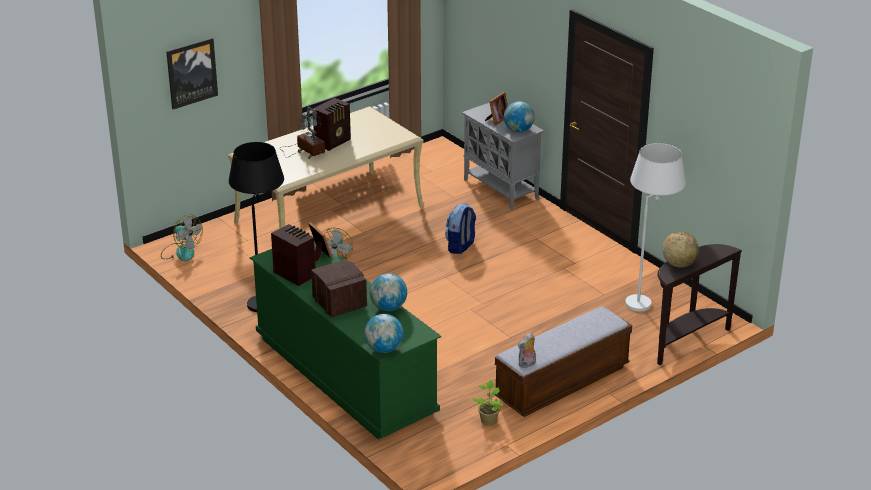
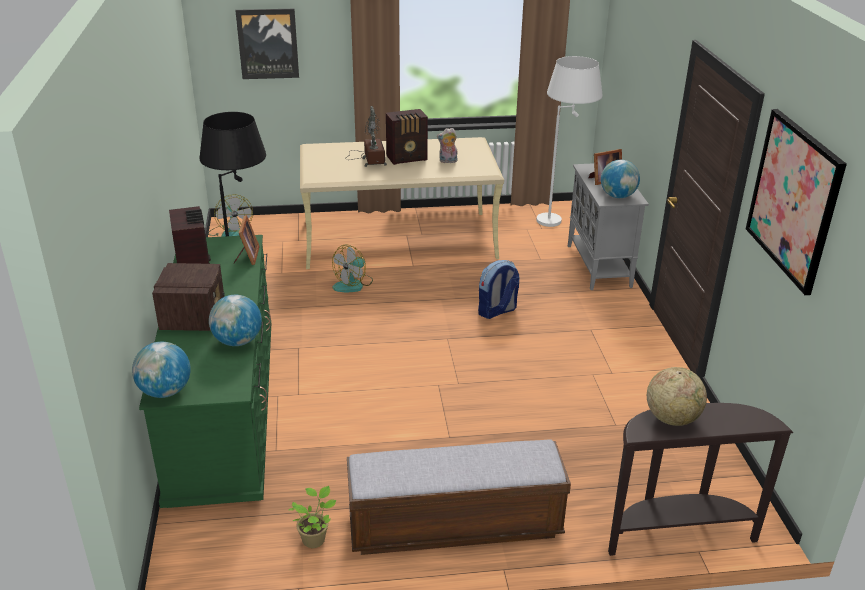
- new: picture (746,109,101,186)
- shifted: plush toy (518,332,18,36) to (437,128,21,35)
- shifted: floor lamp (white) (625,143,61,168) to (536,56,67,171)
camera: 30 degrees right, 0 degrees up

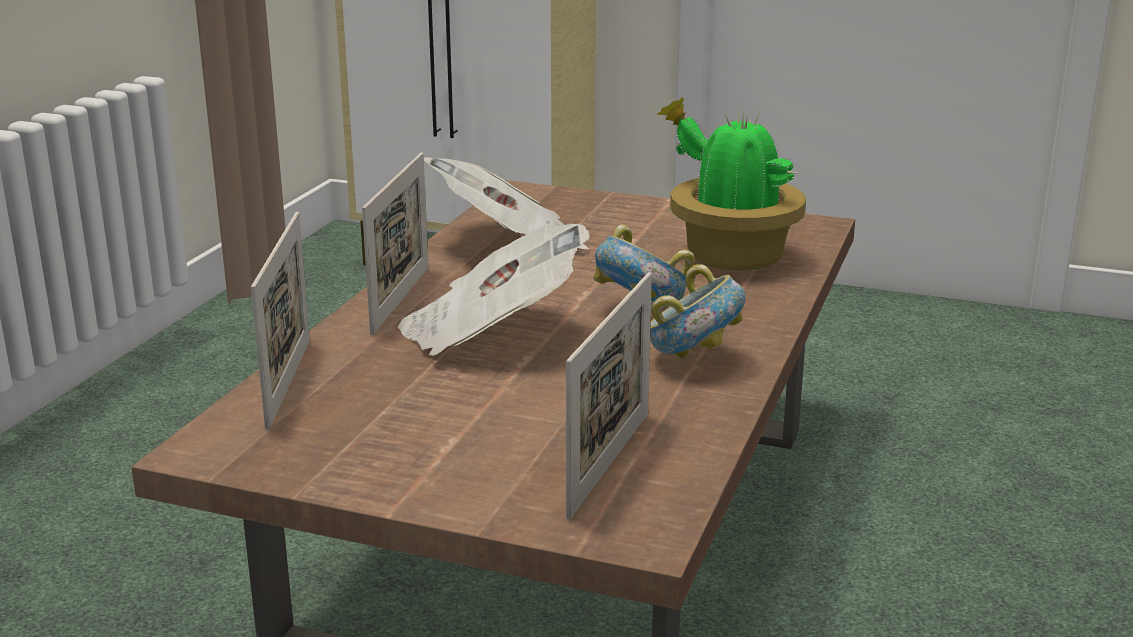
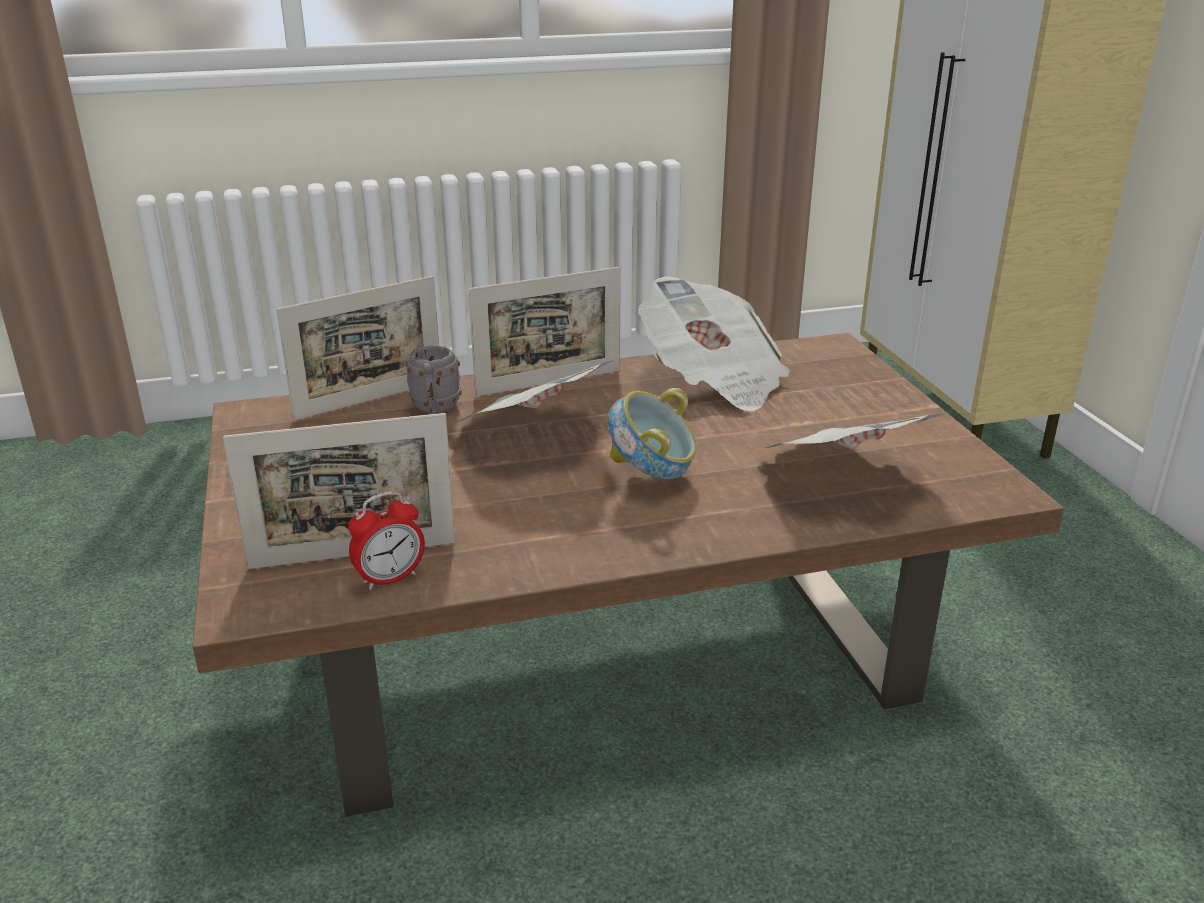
- gone: bowl (650,264,96,95)
- new: alarm clock (348,491,77,99)
- new: mug (grey) (406,345,56,69)
- swapped: potted plant (657,97,149,173) to newspaper (764,413,183,36)
camera: 55 degrees right, 5 degrees up

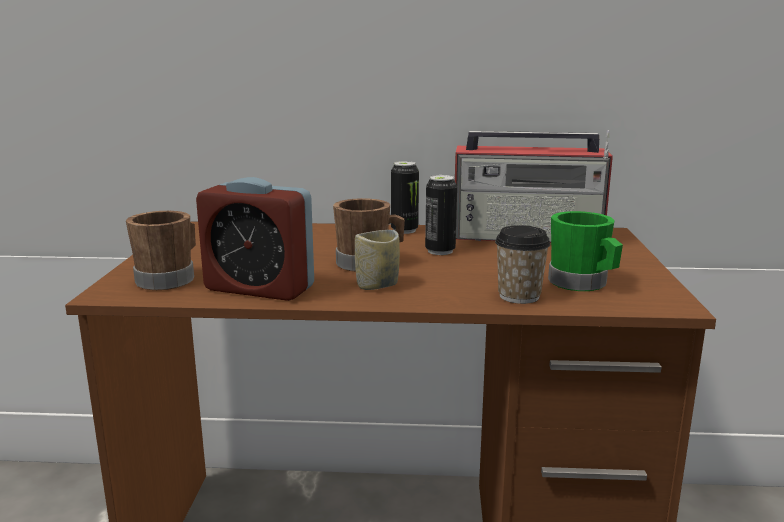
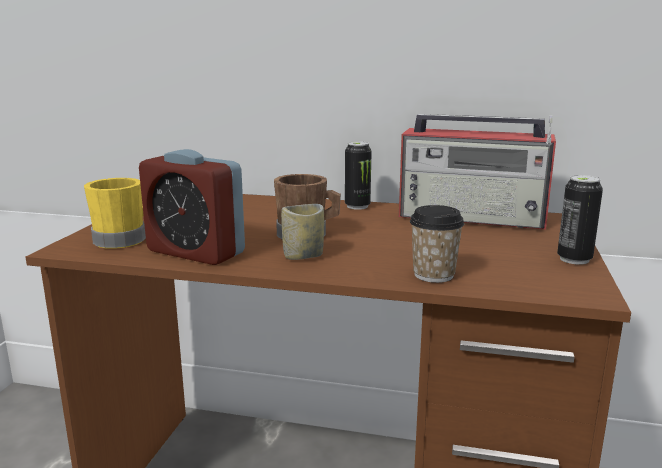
- gone: mug (green) (548,211,75,80)
- shifted: can (425,175,32,80) to (557,175,46,90)
- repainted: mug (brown) (126,211,70,79) to mug (yellow) (84,178,62,71)
camera: 10 degrees right, 0 degrees up

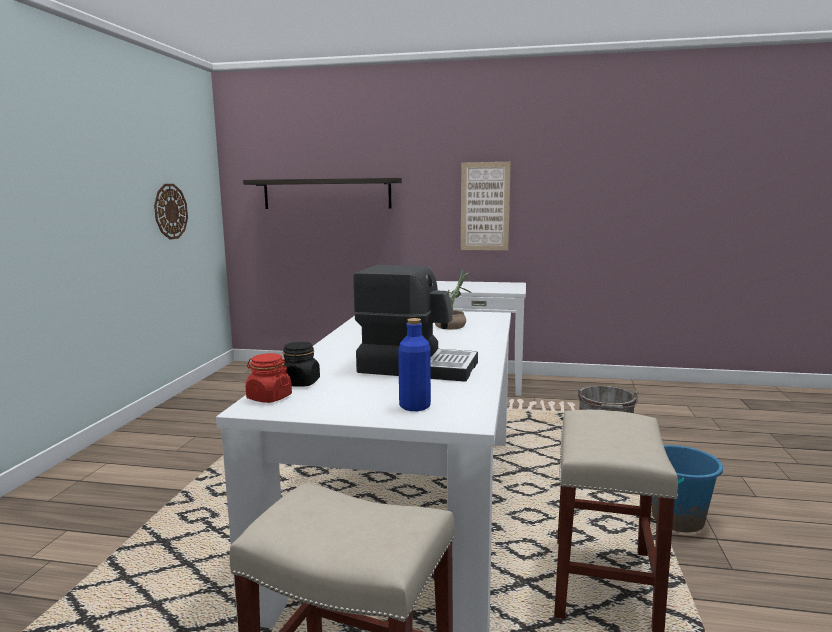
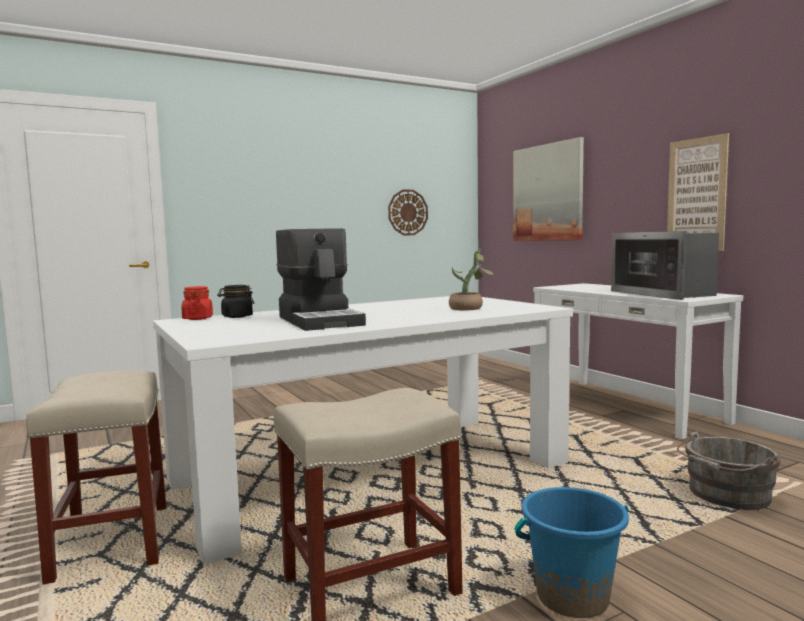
- gone: bottle (blue) (398,318,33,93)
- new: microwave (611,231,108,69)
- swapped: shelf (243,178,159,31) to picture (513,137,71,104)
camera: 50 degrees right, 5 degrees down

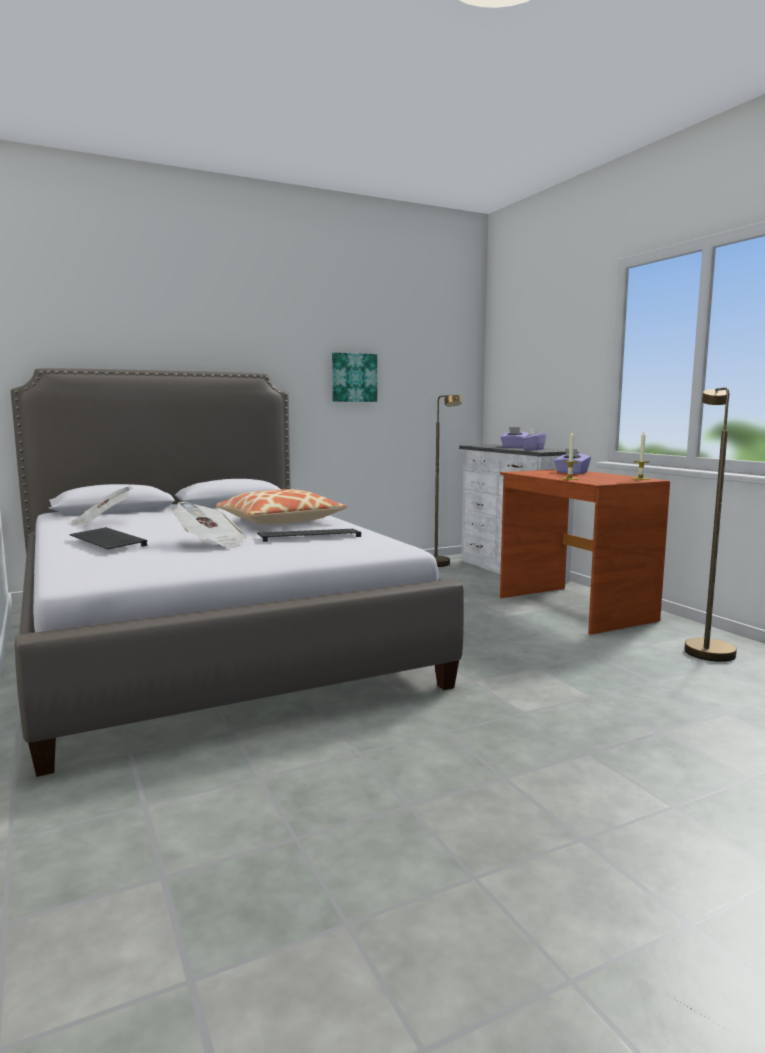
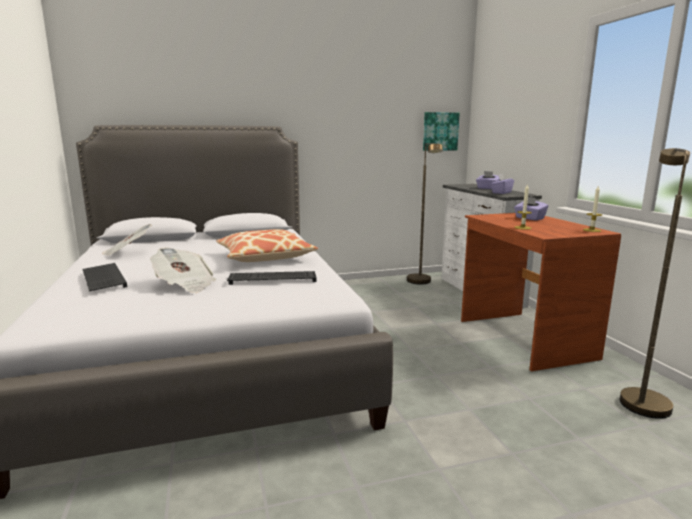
- shifted: picture (332,352,45,50) to (423,112,37,39)
camera: 10 degrees right, 5 degrees up

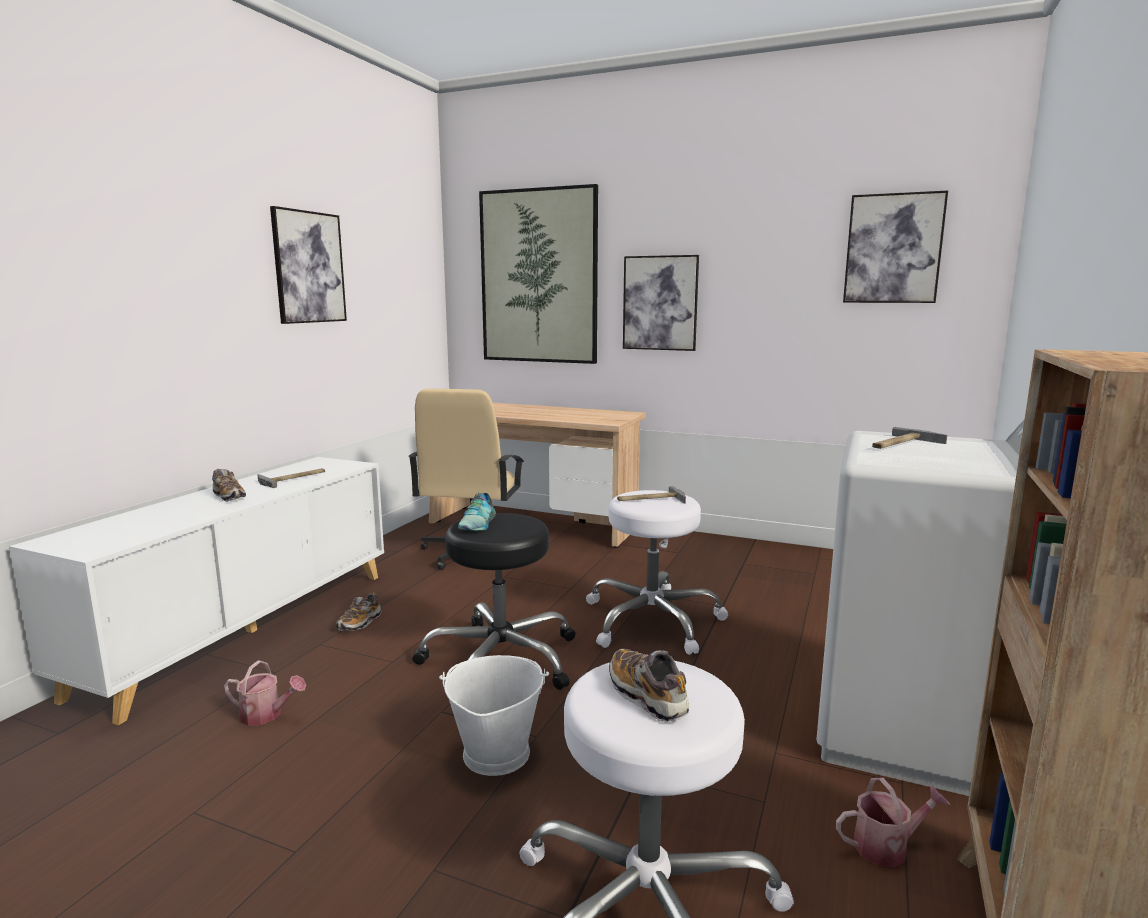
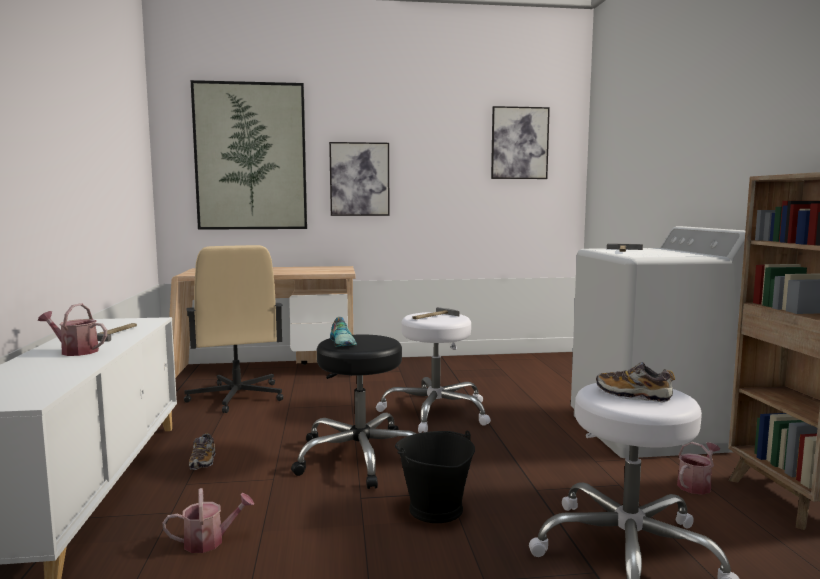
- gone: picture (270,206,77,118)
- swapped: shoe (212,469,34,33) to watering can (38,303,69,53)
- repainted: bucket (white) (439,655,110,121) to bucket (black) (395,431,80,92)
camera: 30 degrees left, 5 degrees down

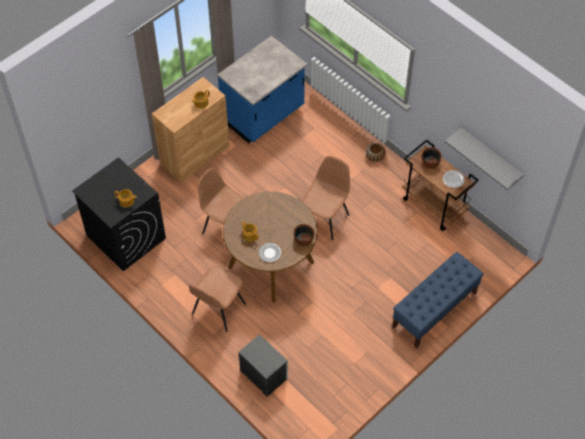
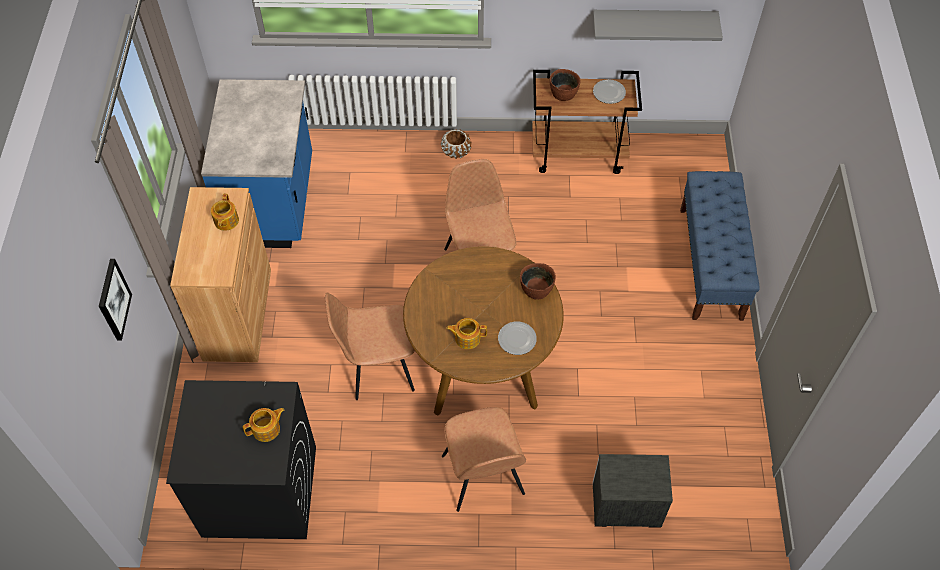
- new: picture (99,259,33,82)
camera: 45 degrees left, 0 degrees up

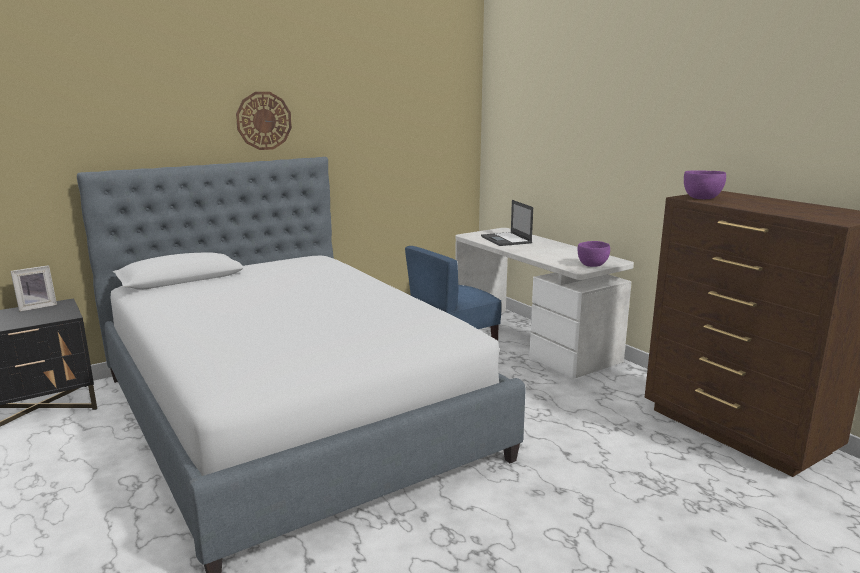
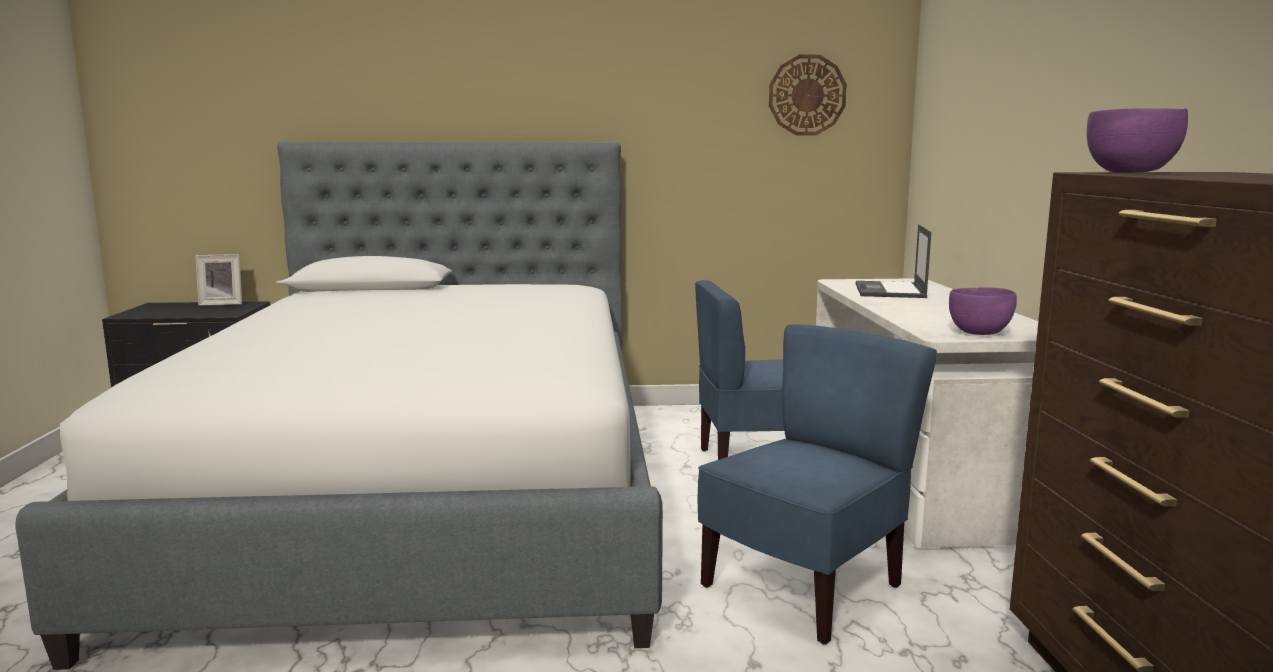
- new: chair (blue) (697,324,240,321)
- shifted: wall clock (236,92,56,58) to (769,55,78,80)
camera: 30 degrees right, 5 degrees down

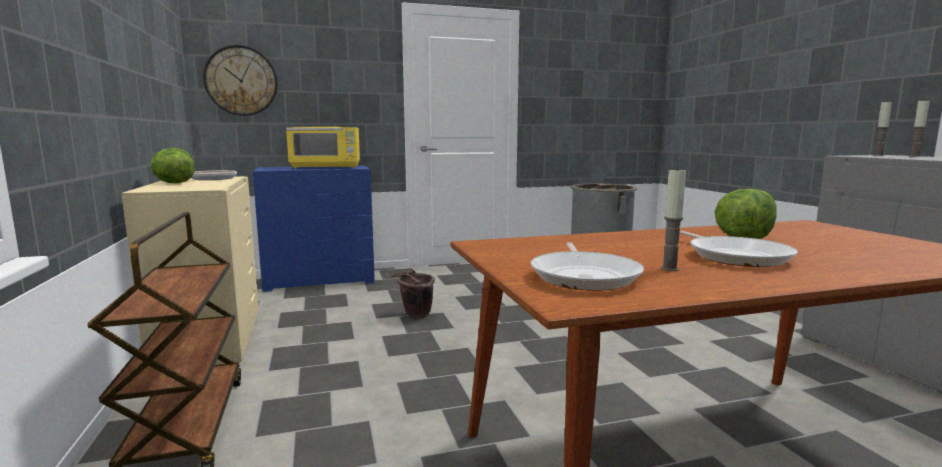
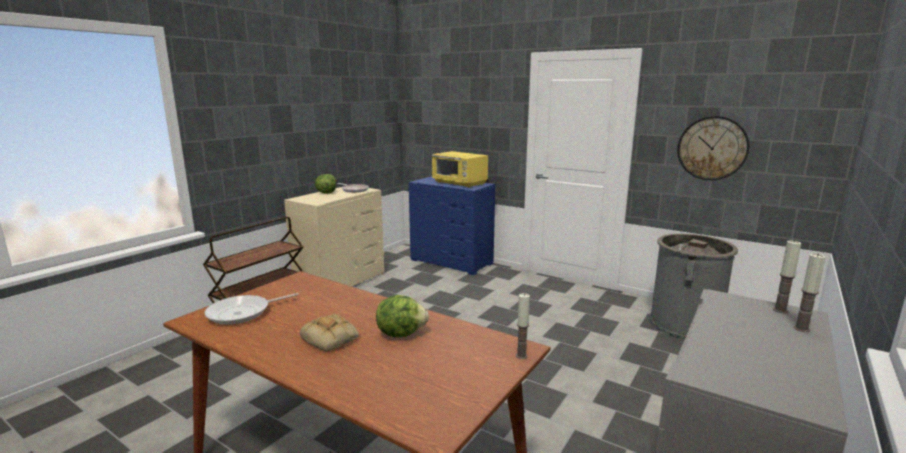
- gone: bucket (brown) (390,269,45,50)
- shifted: wall clock (203,45,75,71) to (677,116,72,64)
- shifted: candle (661,167,25,104) to (516,293,14,66)
- swapped: frying pan (680,230,118,37) to bread (300,314,59,37)
camera: 50 degrees right, 5 degrees up

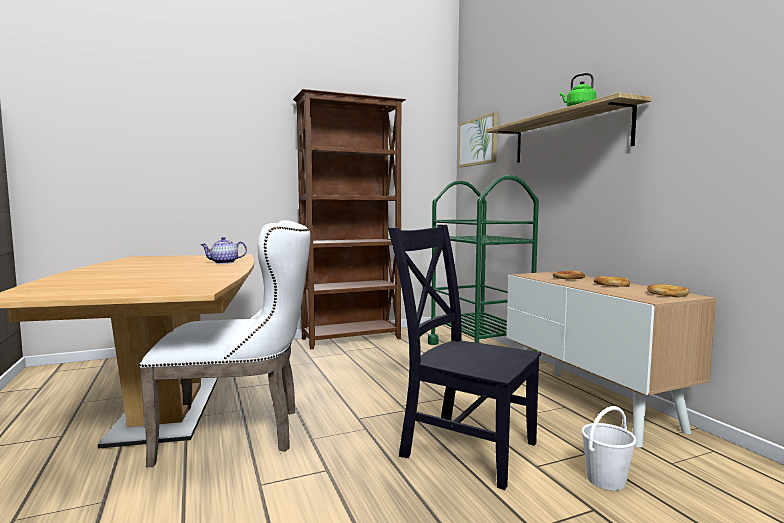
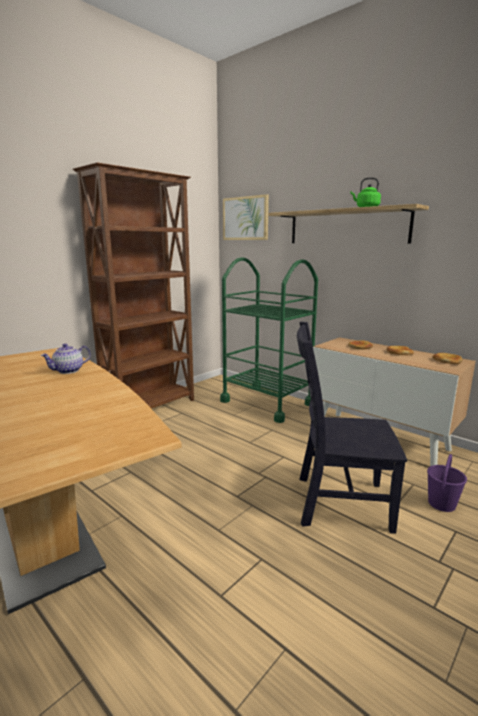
- gone: chair (white) (139,220,171,248)
- repainted: bucket (white) (581,406,56,85) to bucket (purple) (427,454,40,58)
camera: 25 degrees left, 10 degrees up

